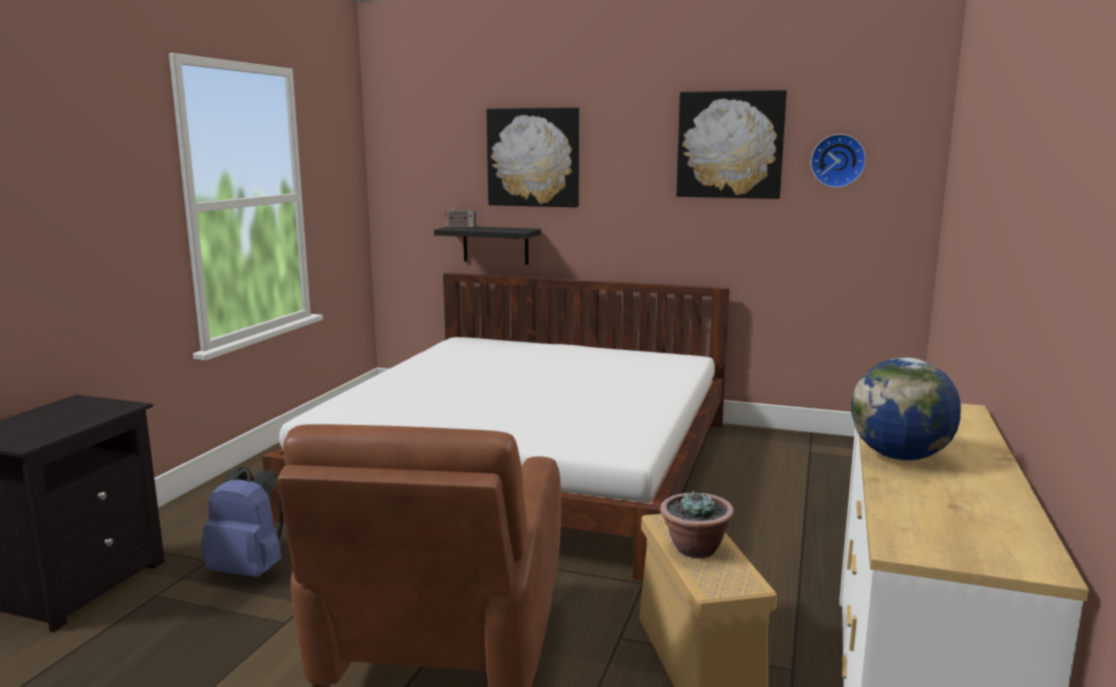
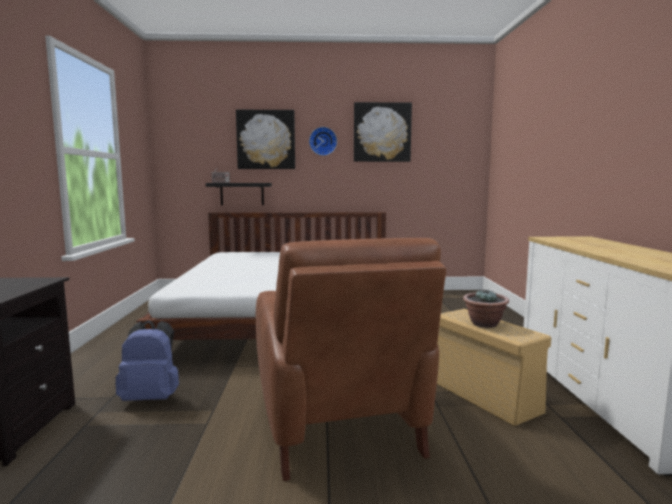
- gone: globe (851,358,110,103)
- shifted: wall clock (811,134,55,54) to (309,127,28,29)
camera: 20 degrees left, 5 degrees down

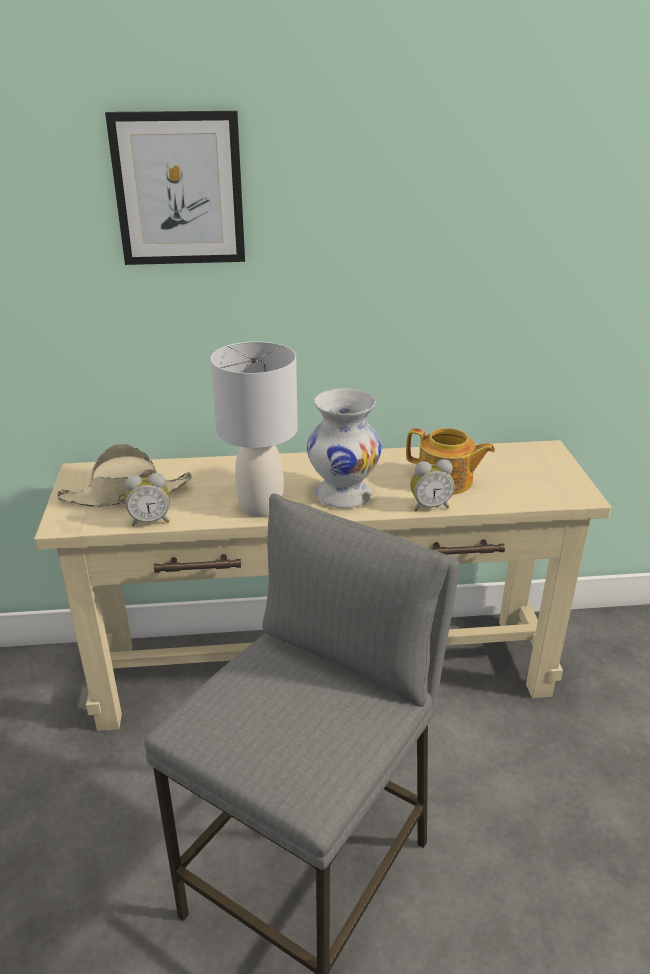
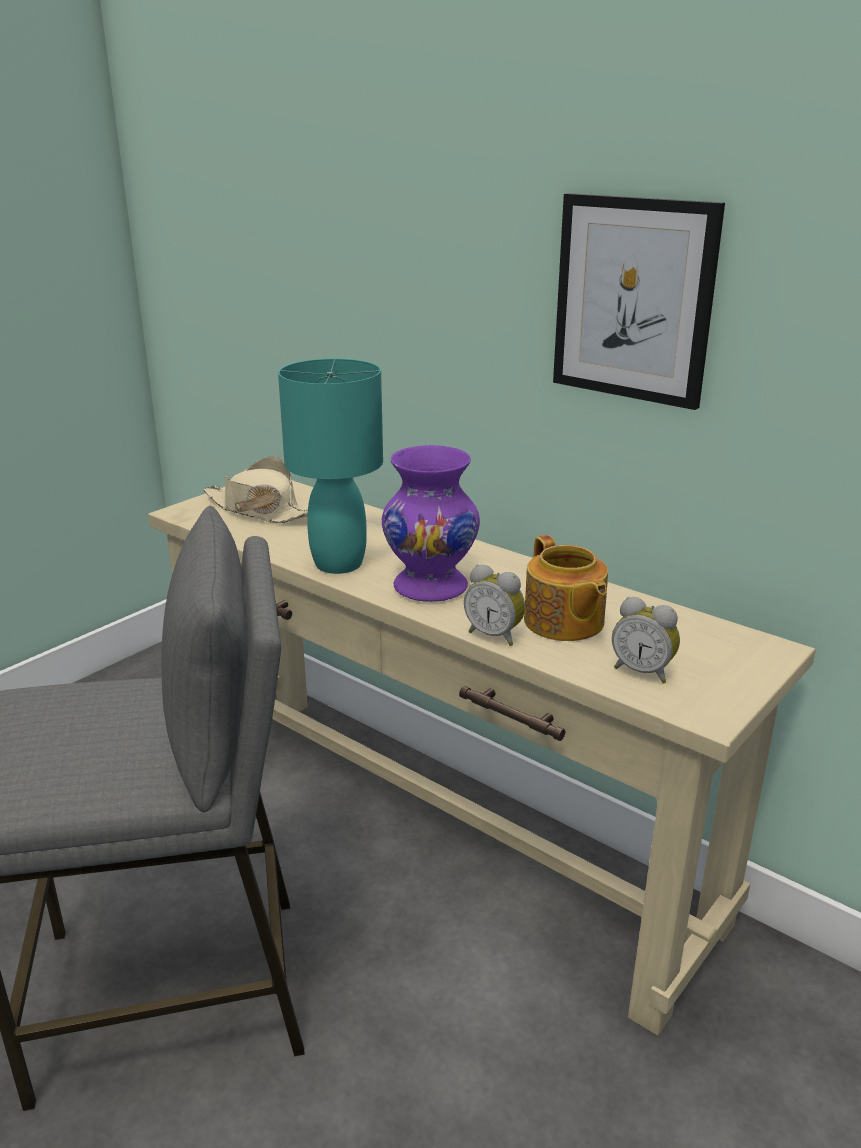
- shifted: picture (105,111,140,154) to (553,193,172,217)
- shifted: alarm clock (125,473,45,54) to (612,597,68,86)
- repainted: table lamp (grey) (210,341,88,176) to table lamp (turquoise) (278,358,105,216)
- repainted: vase (white) (307,388,75,120) to vase (purple) (382,445,98,157)
camera: 45 degrees right, 5 degrees down

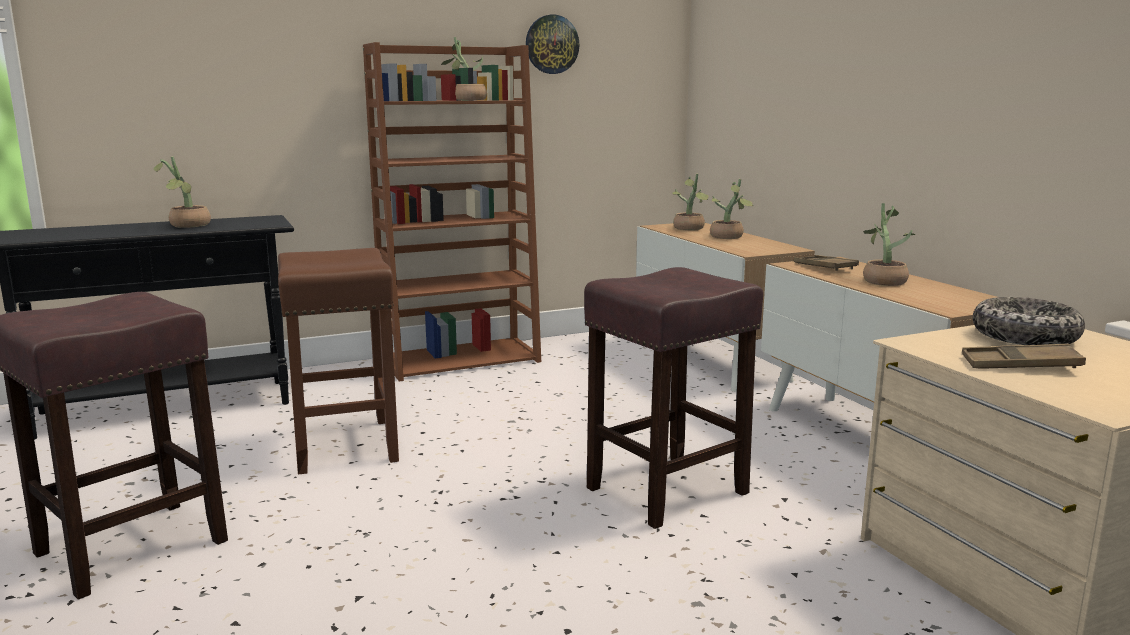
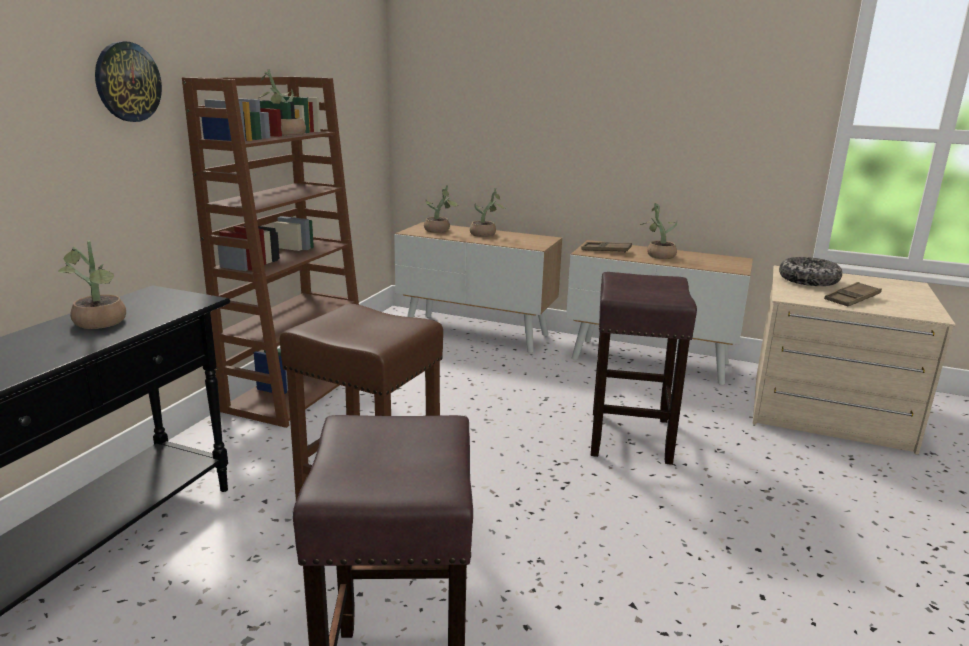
- shifted: wall clock (526,14,53,60) to (95,41,67,81)
camera: 45 degrees left, 5 degrees up

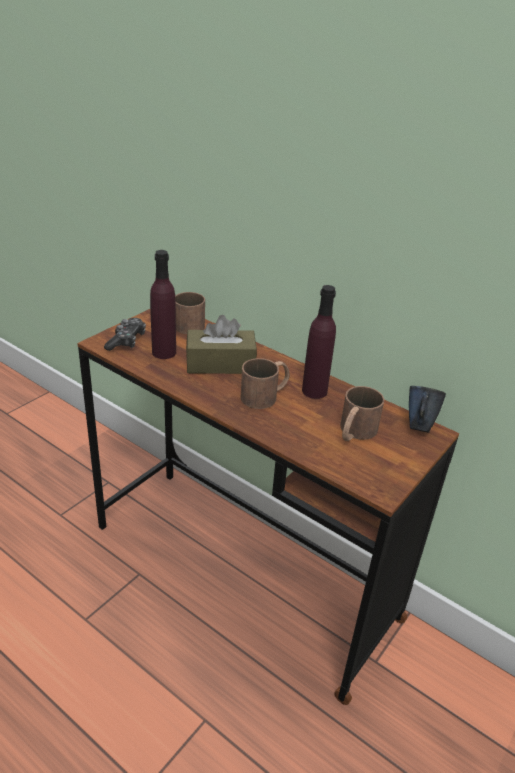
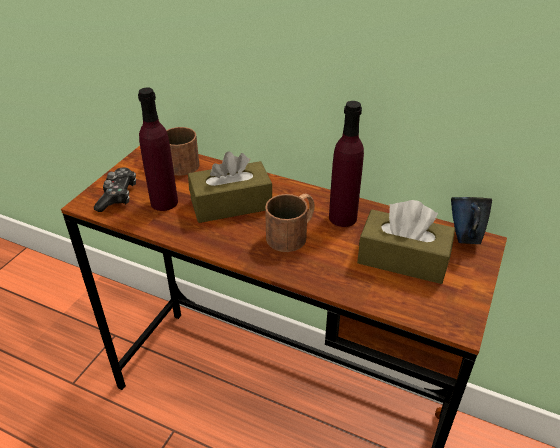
- swapped: mug (brown) (340,386,44,55) to tissue box (brown) (357,200,98,84)
camera: 10 degrees left, 5 degrees up

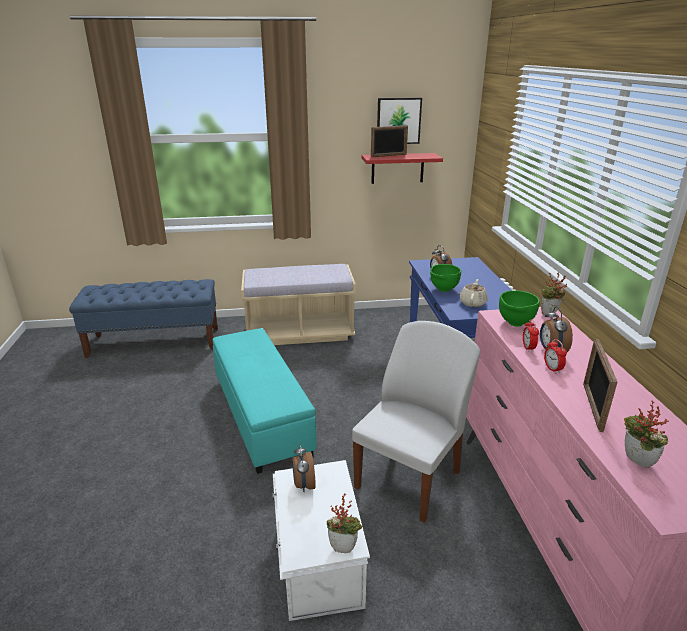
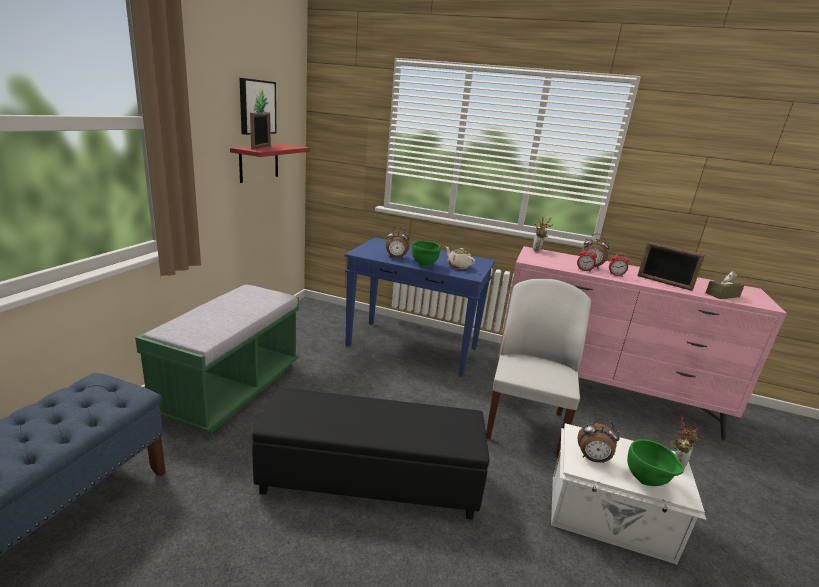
- shifted: bowl (green) (499,290,41,36) to (627,439,57,47)
- swapped: potted plant (624,400,44,68) to tissue box (brown) (705,271,39,28)
- repainted: ottoman (turquoise) (212,328,105,146) to ottoman (black) (252,387,238,133)
- repainted: bench (beige) (241,264,115,81) to bench (green) (135,285,164,149)
- rotated: chair (white) (352,321,128,202) = (486,279,105,178) 45 degrees clockwise
camera: 65 degrees left, 5 degrees down

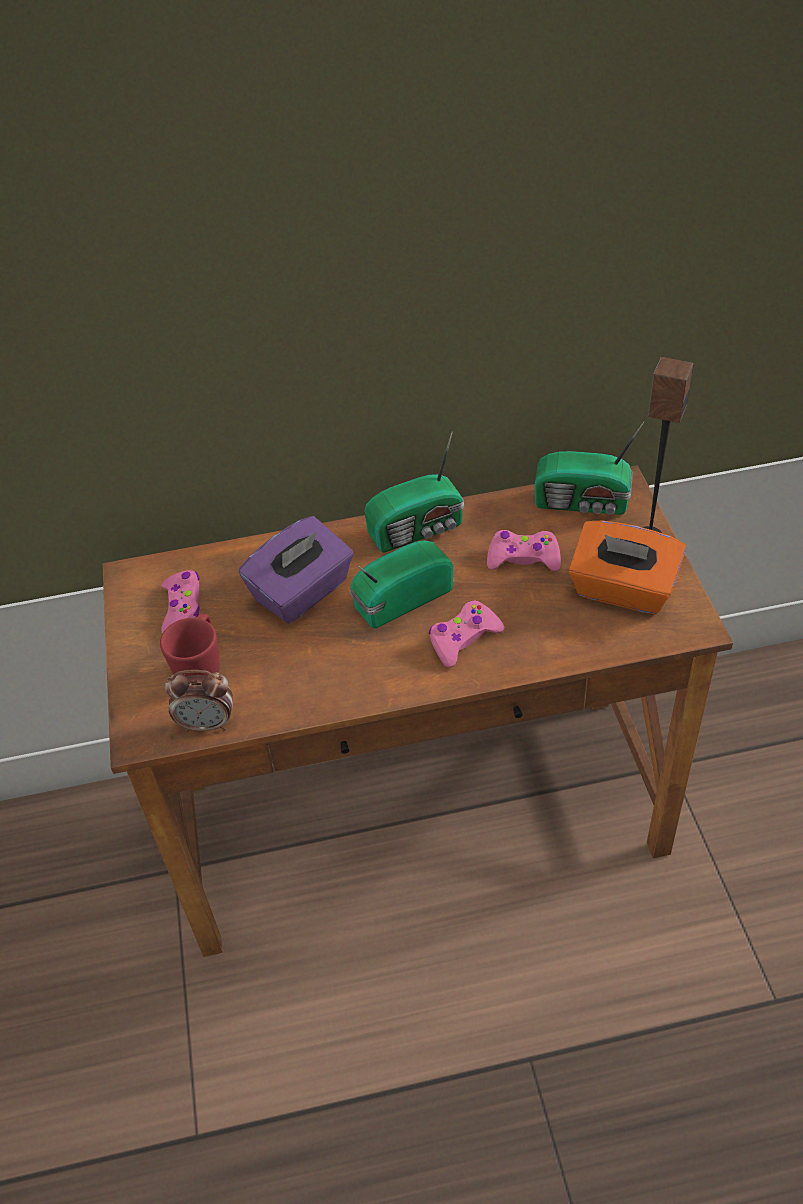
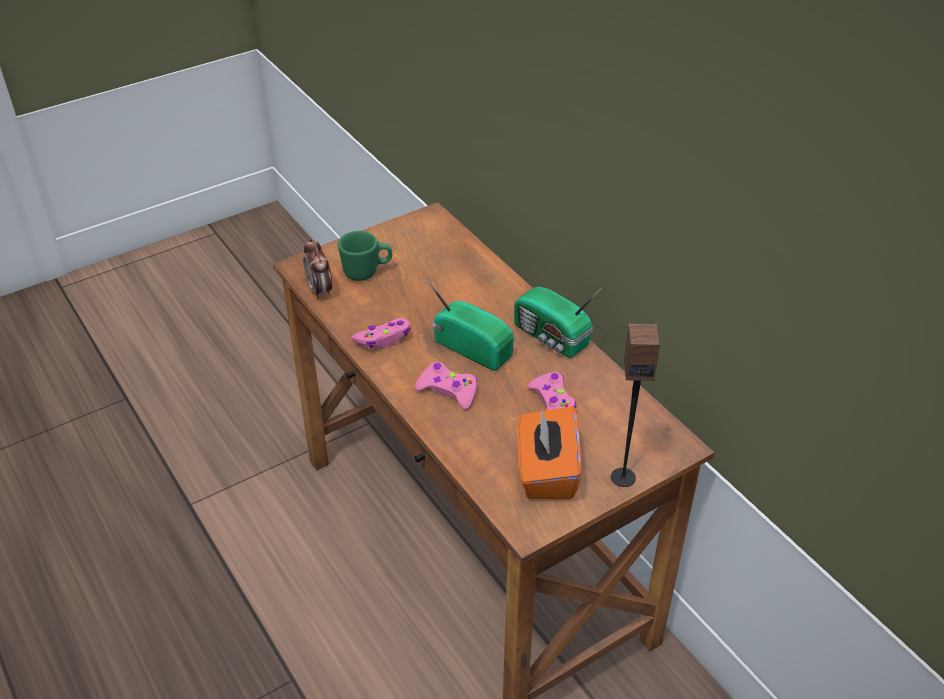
- gone: tissue box (purple) (239,516,115,107)
- gone: radio (535,422,109,93)
- shifted: game controller (pink) (161,570,39,64) to (351,318,60,31)
- repainted: mug (red) (160,614,60,62) to mug (green) (338,231,54,50)
camera: 65 degrees right, 5 degrees down

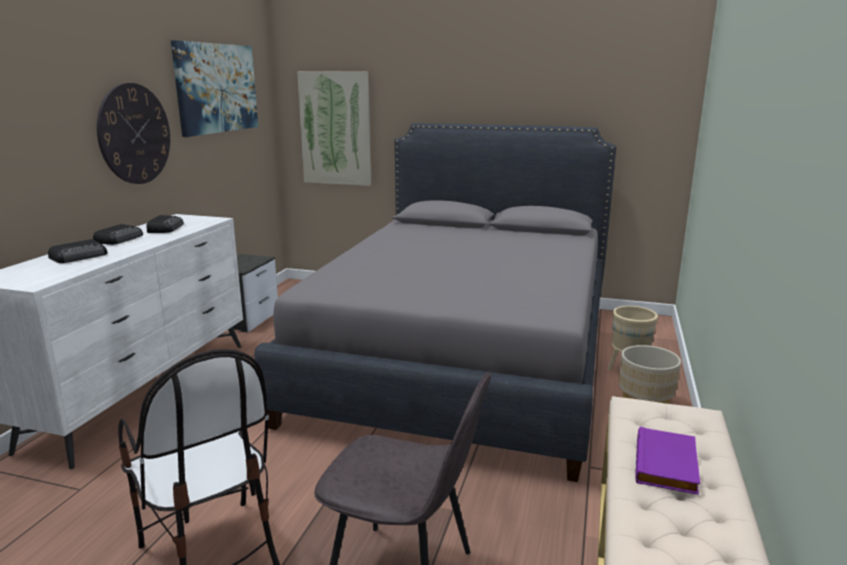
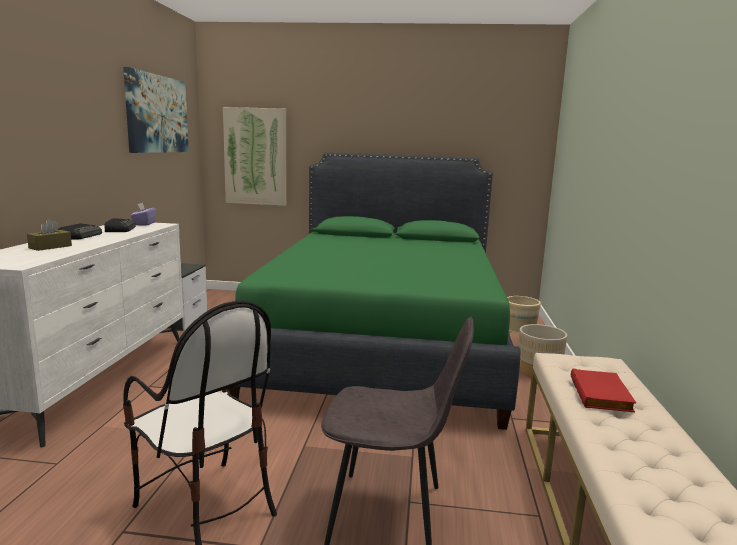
- gone: wall clock (97,83,73,101)
- new: tissue box (purple) (131,203,25,23)
- swapped: radio (48,239,59,24) to tissue box (brown) (27,219,45,32)
- repainted: bed (grey) (254,123,363,359) to bed (green) (227,152,294,278)
- repainted: book (purple) (635,427,65,68) to book (red) (571,368,65,44)
camera: 10 degrees left, 5 degrees down

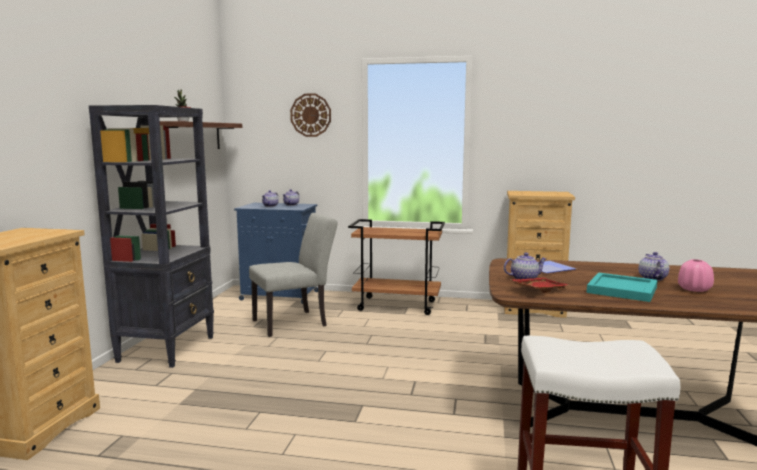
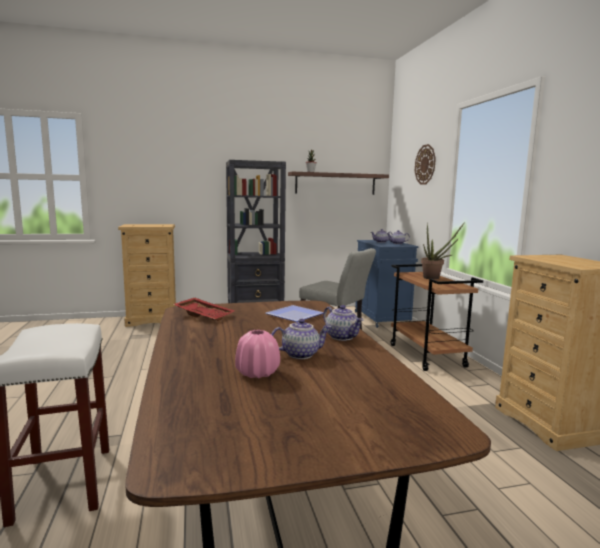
- gone: tray (turquoise) (586,272,72,30)
- new: potted plant (421,222,44,58)
- shifted: teapot (504,252,42,27) to (323,305,40,36)
camera: 65 degrees right, 0 degrees up

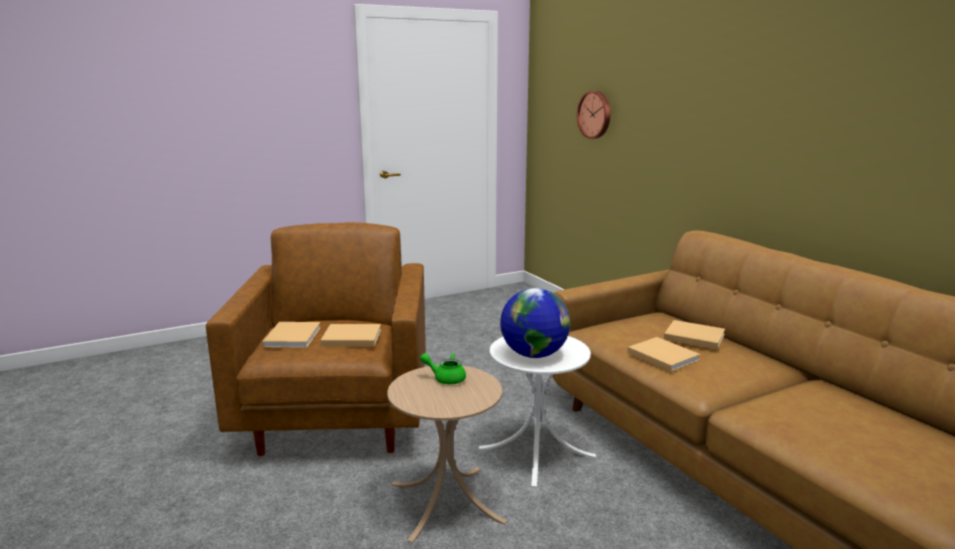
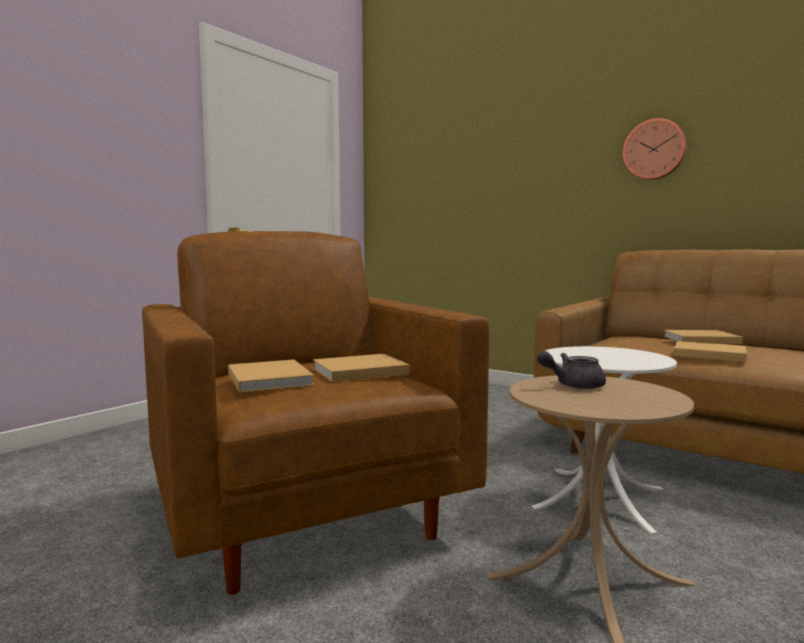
- gone: globe (500,288,70,70)
- shifted: wall clock (577,91,33,48) to (623,118,64,62)
- repainted: teapot (green) (420,353,46,31) to teapot (grey) (537,351,69,38)
camera: 25 degrees left, 10 degrees down

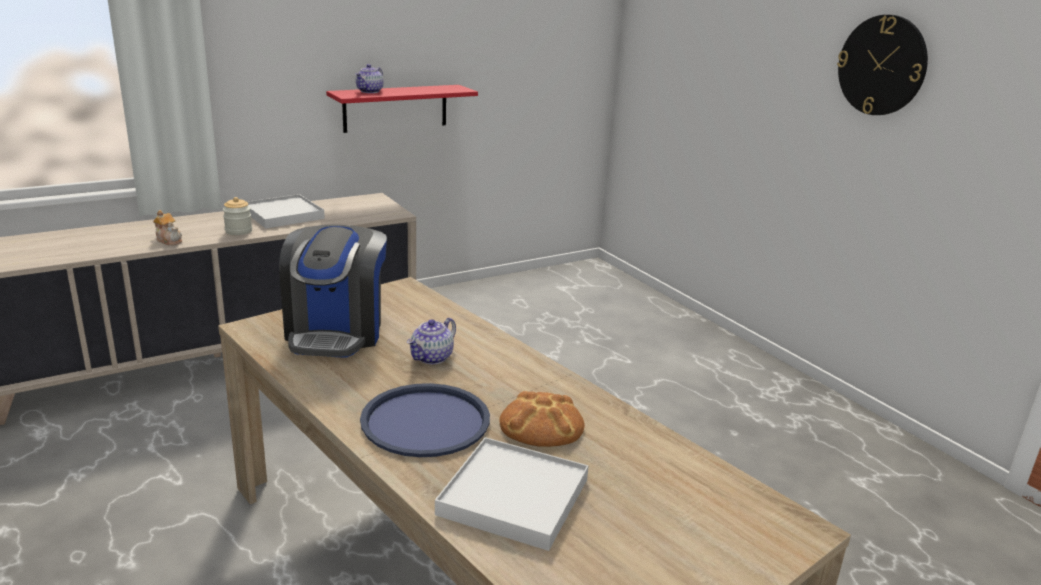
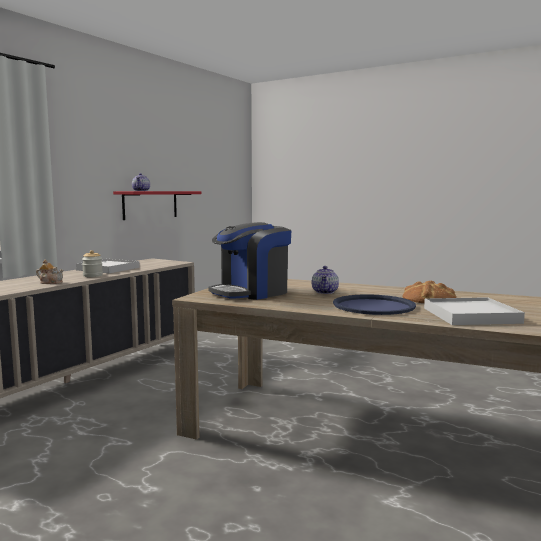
- gone: wall clock (837,15,91,100)
- rotated: coffee machine (279,224,108,134) = (208,222,83,78) 75 degrees clockwise
camera: 25 degrees left, 15 degrees down

